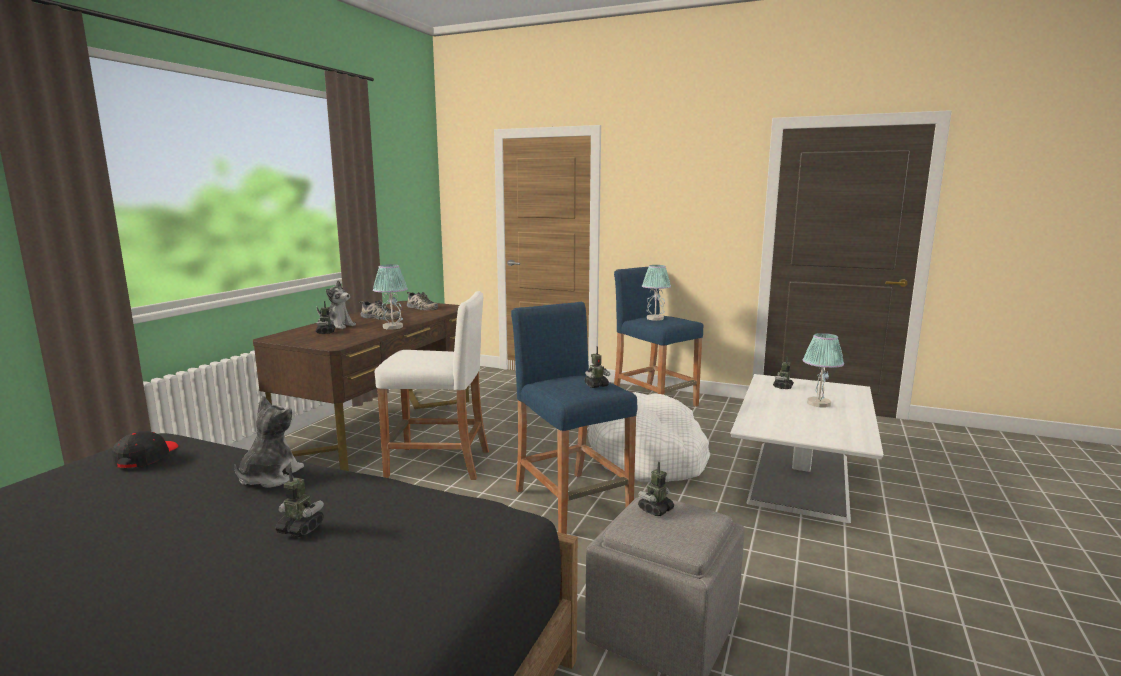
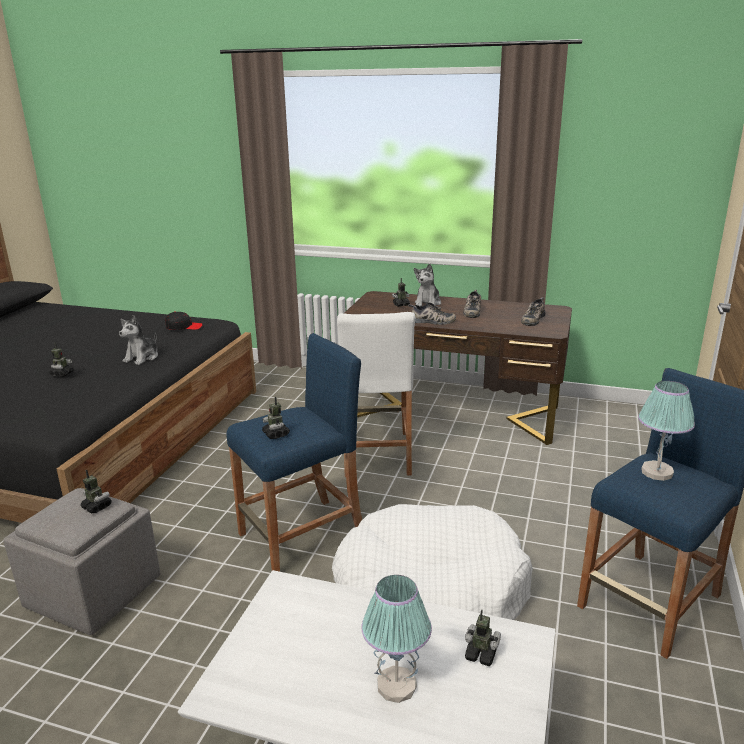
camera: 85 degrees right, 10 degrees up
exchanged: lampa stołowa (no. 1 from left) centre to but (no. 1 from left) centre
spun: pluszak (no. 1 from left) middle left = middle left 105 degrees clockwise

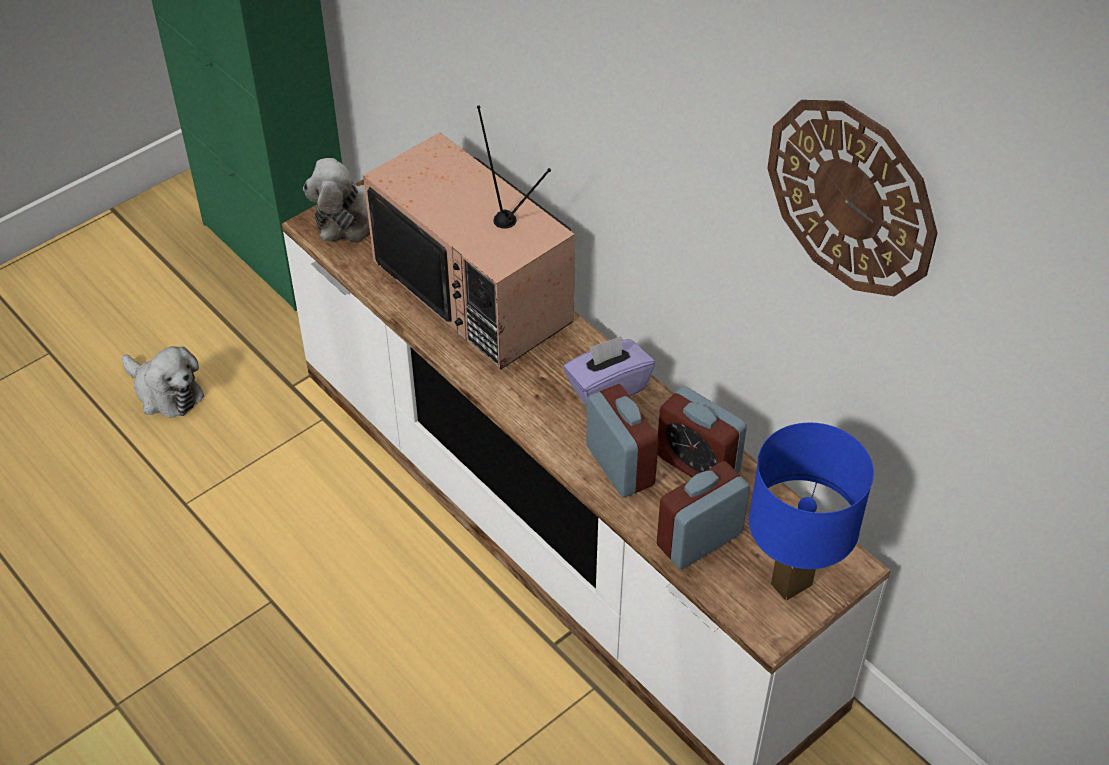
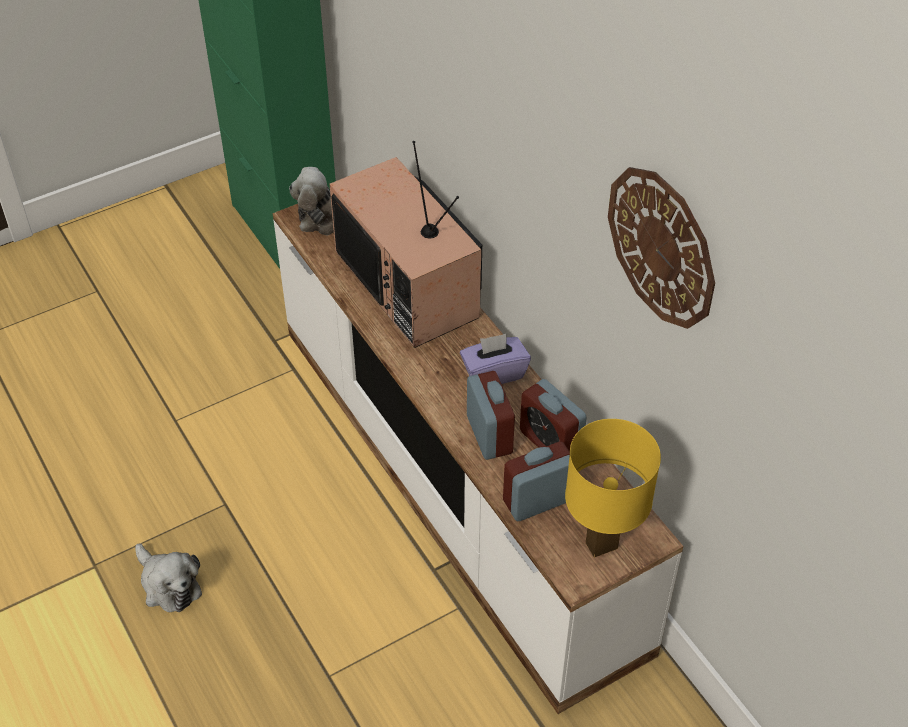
camera: 10 degrees right, 0 degrees up
relocated: pluszak (no. 1 from left) middle left to bottom left
colour: lampa stołowa (niebieski) bottom right to lampa stołowa (żółty) bottom right

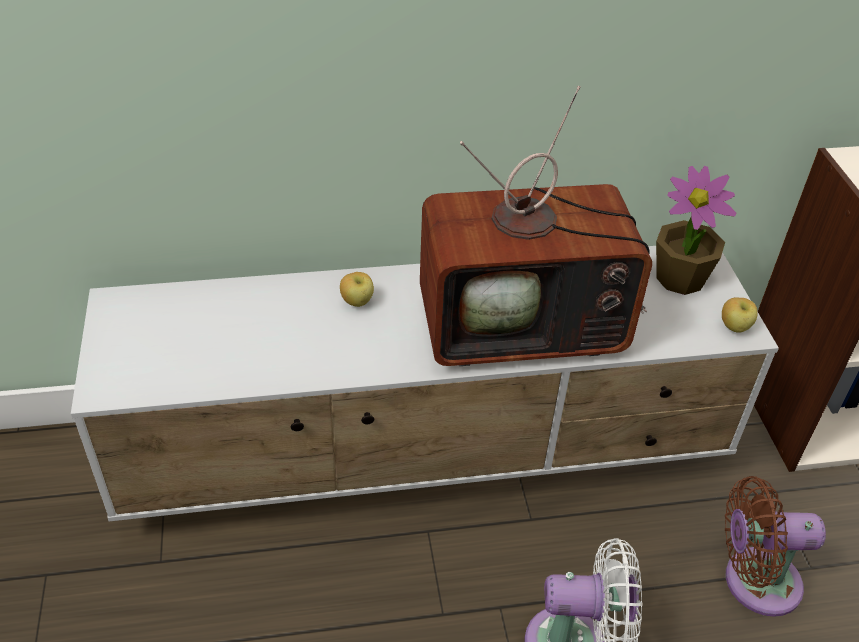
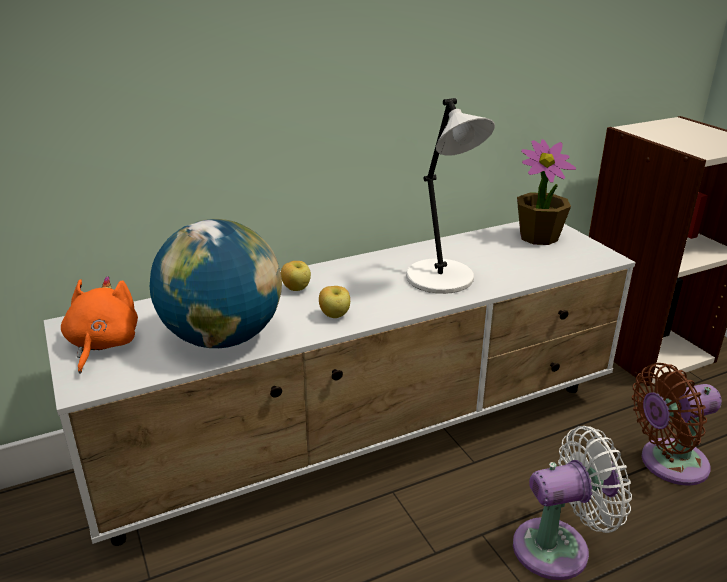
camera: 15 degrees left, 15 degrees down
appeared: globus middle left; pluszak (pomarańczowy) middle left
relocated: jabłko (no. 2 from left) middle right to centre
exchanged: telewizor centre to lampa stołowa (biały) centre

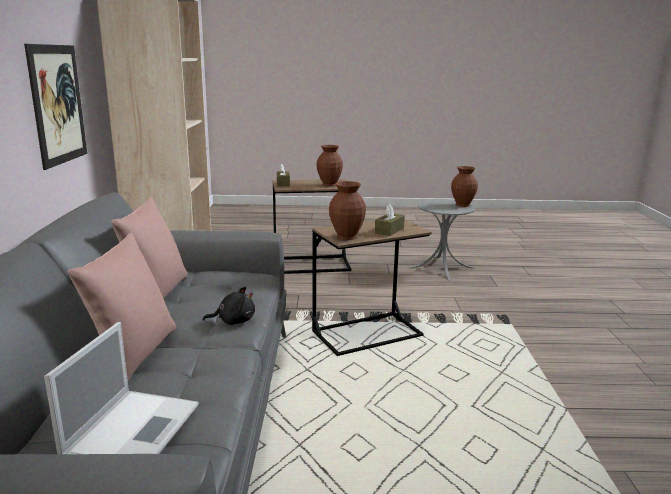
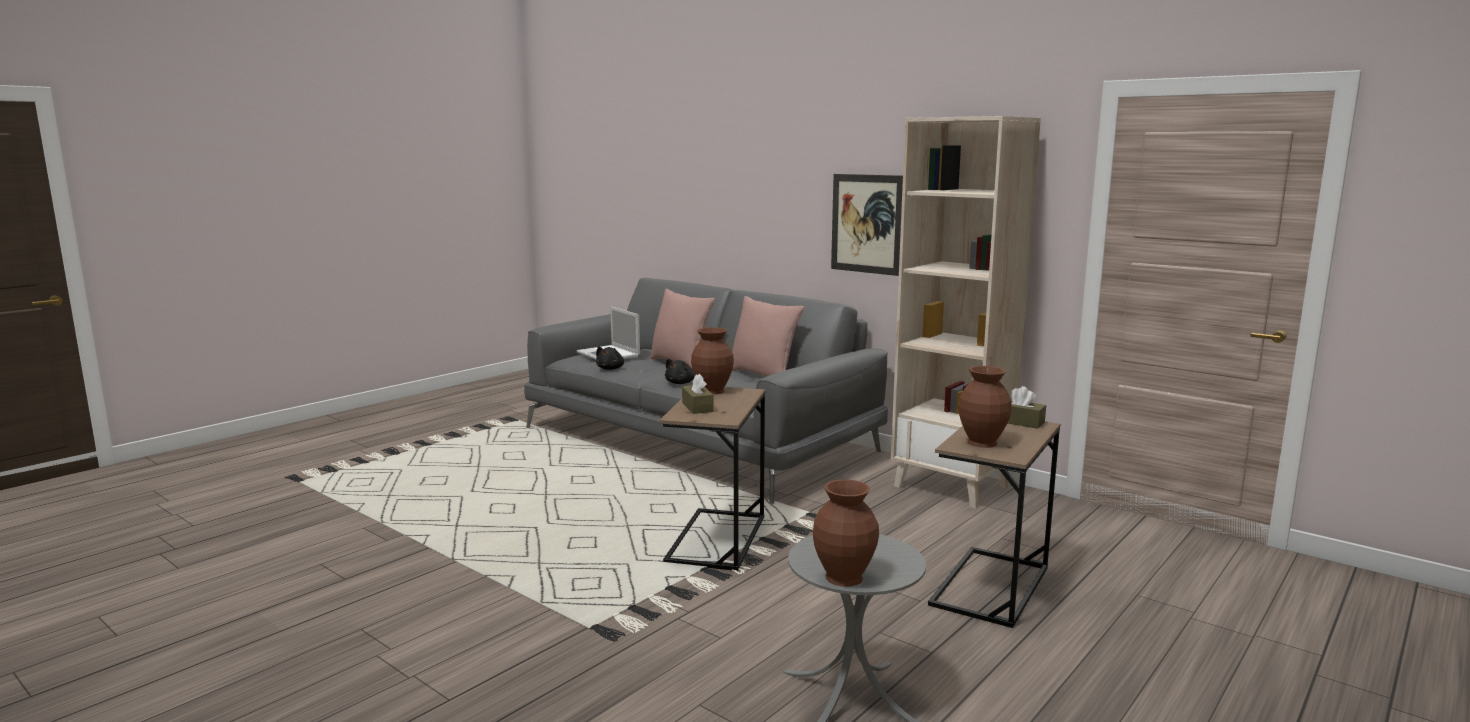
camera: 130 degrees right, 5 degrees down
appeared: pluszak (czarny) (no. 1 from left) centre

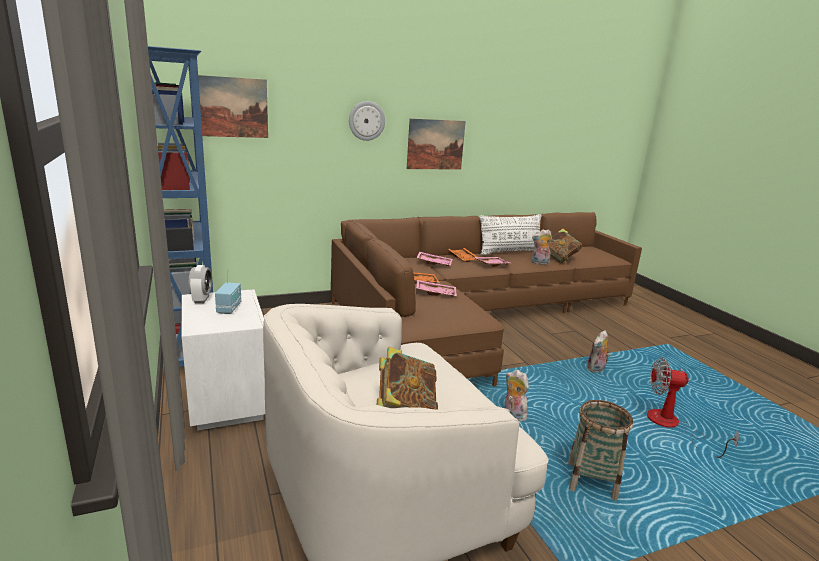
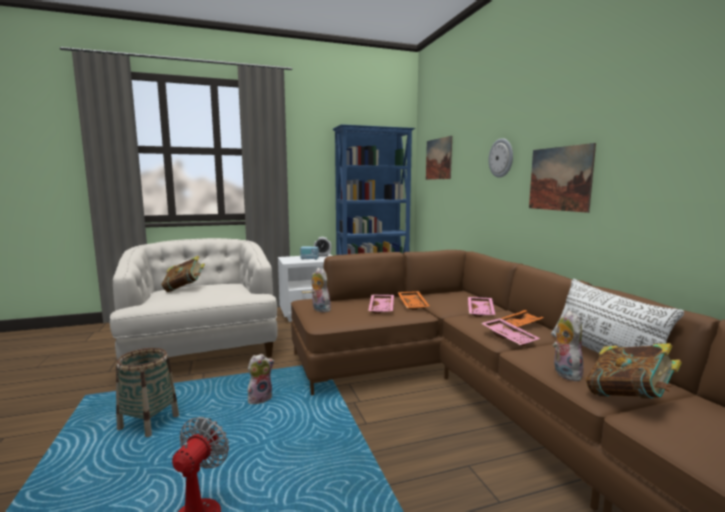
camera: 95 degrees right, 10 degrees down
relocated: pluszak (no. 3 from left in the first image) middle right to pluszak (no. 2 from left) centre

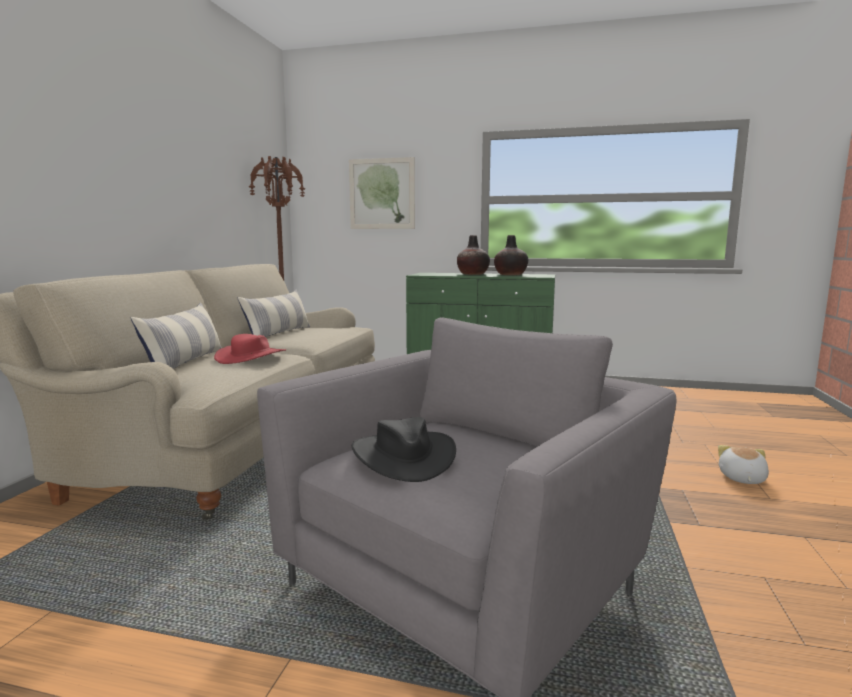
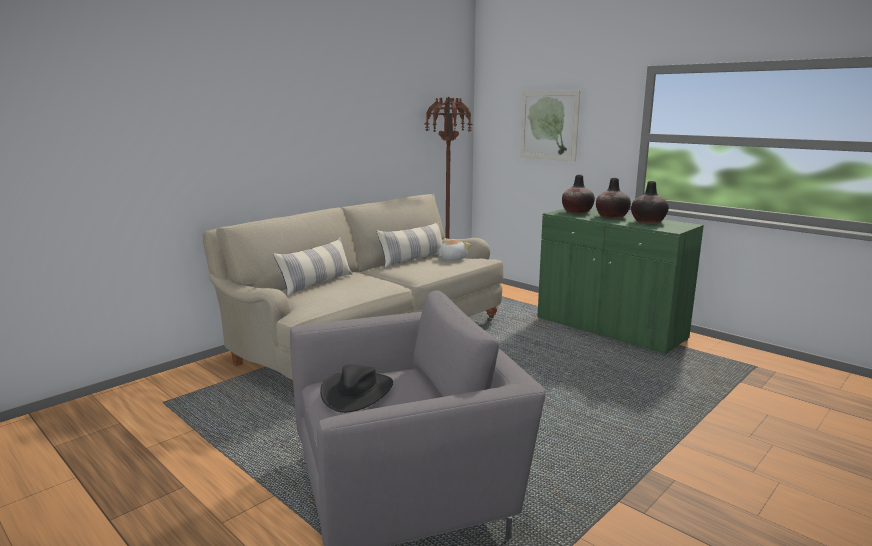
camera: 30 degrees right, 5 degrees up
missing: kapelusz (czerwony) middle left
appeared: wazon (no. 1 from left) centre
relocated: pluszak middle right to centre

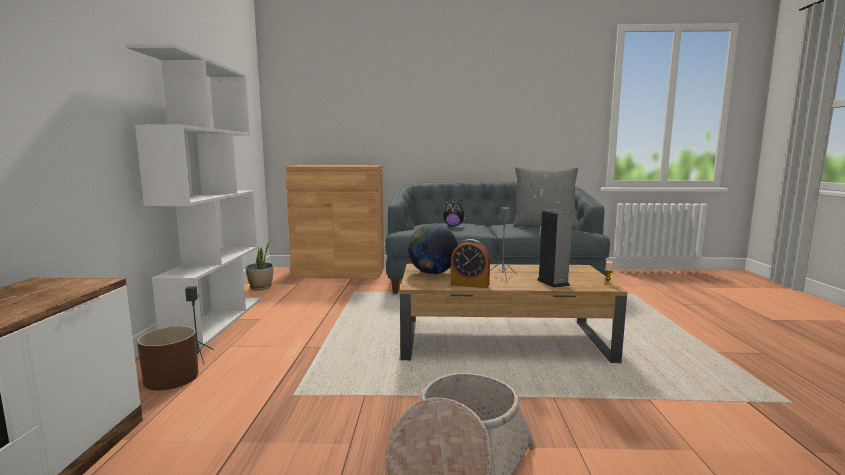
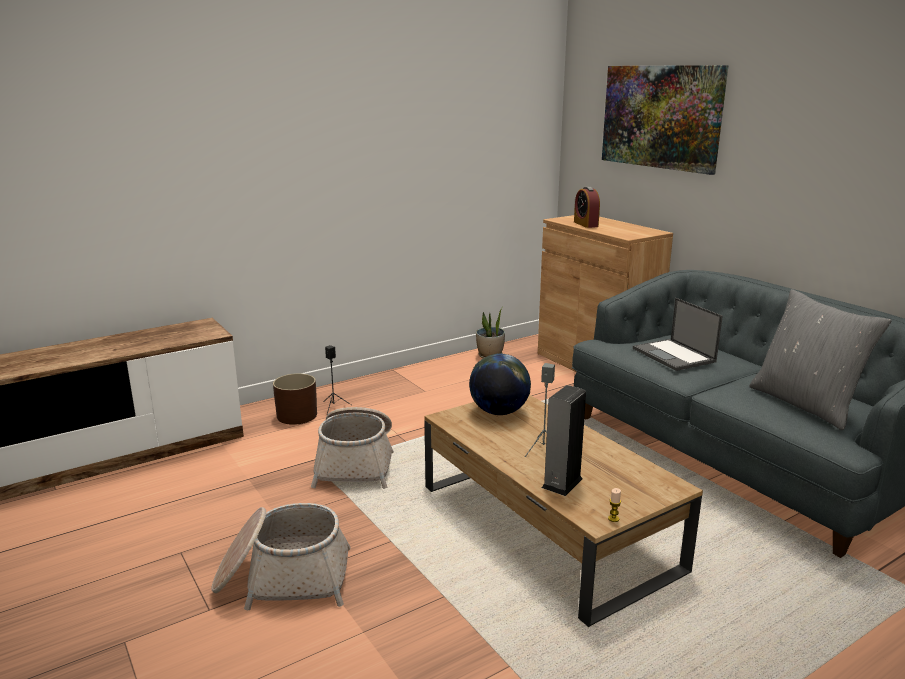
camera: 55 degrees right, 10 degrees up
missing: regał (biały) middle left
appeared: obraz top right; koszyk (no. 2 from left) centre
relocated: budzik centre to top centre
exchanged: pluszak centre to laptop middle right

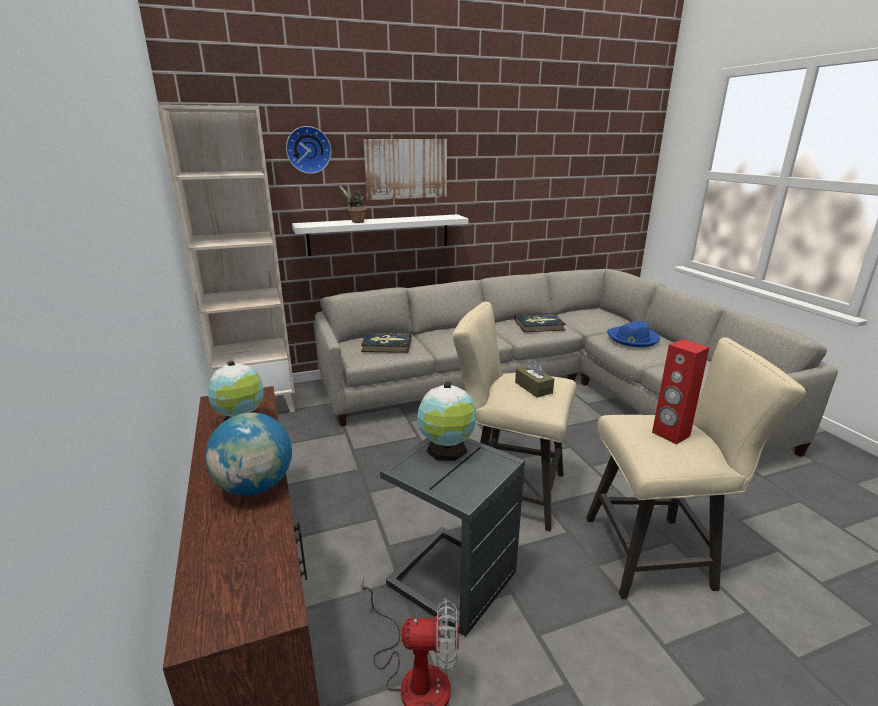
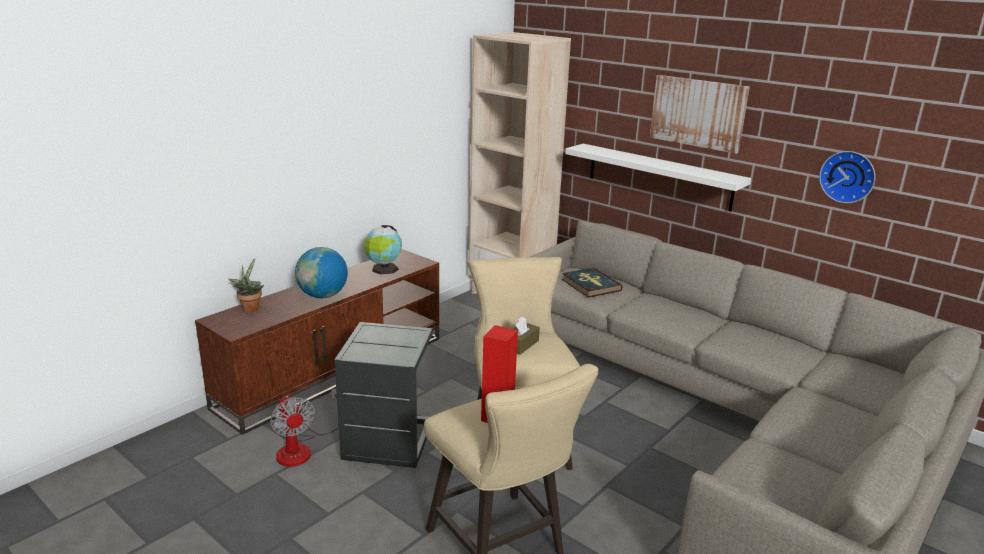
camera: 60 degrees right, 0 degrees up
missing: książka (no. 2 from left) centre; kapelusz (niebieski) middle right; globus (no. 3 from left) centre
relocated: zegar ścienny top centre to top right; roślina doniczkowa top centre to middle left

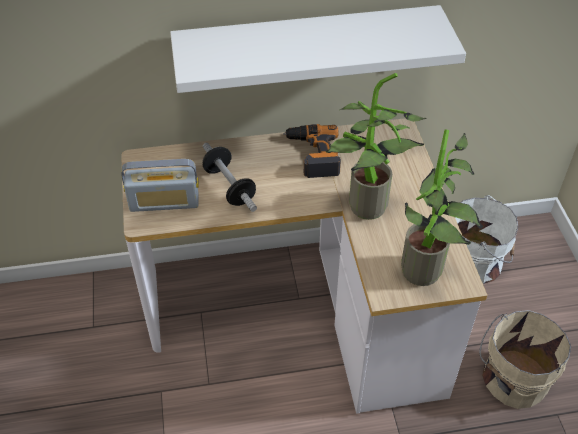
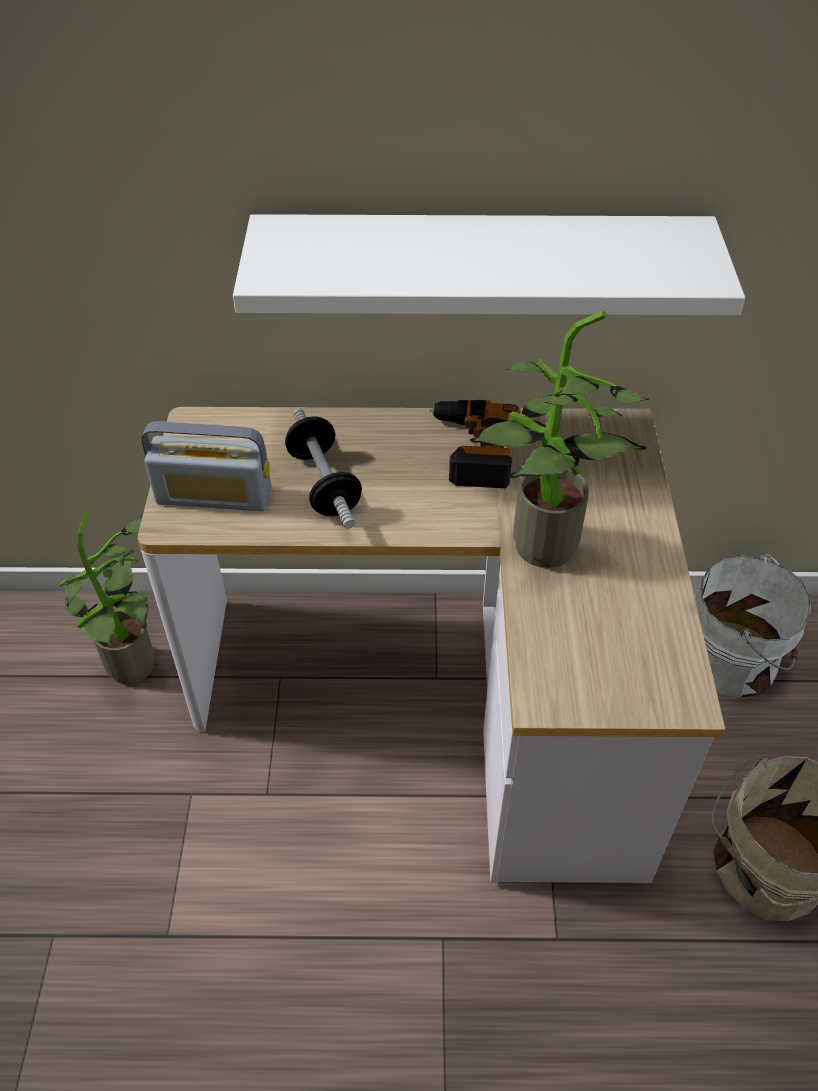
camera: 10 degrees right, 0 degrees up
relocated: roślina doniczkowa (no. 2 from left in the first image) middle right to roślina doniczkowa (no. 1 from left) middle left

